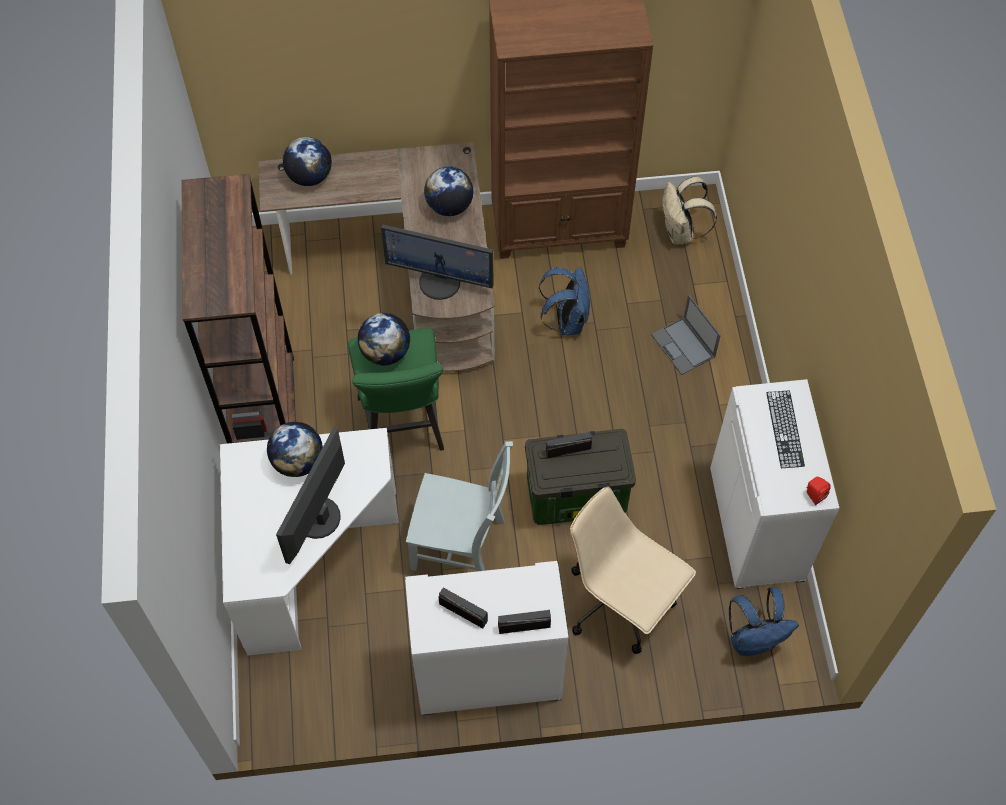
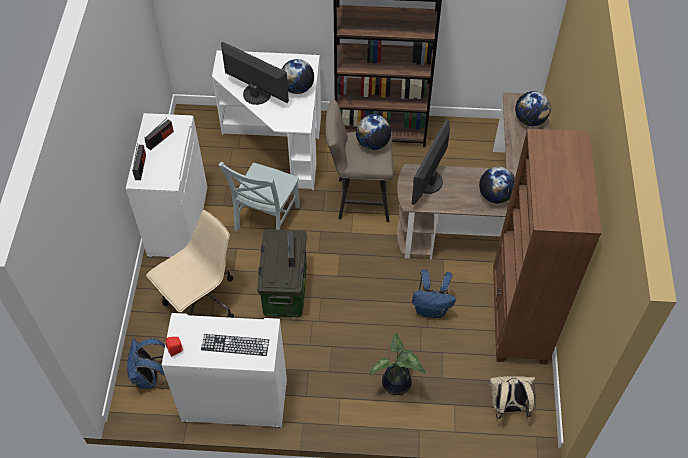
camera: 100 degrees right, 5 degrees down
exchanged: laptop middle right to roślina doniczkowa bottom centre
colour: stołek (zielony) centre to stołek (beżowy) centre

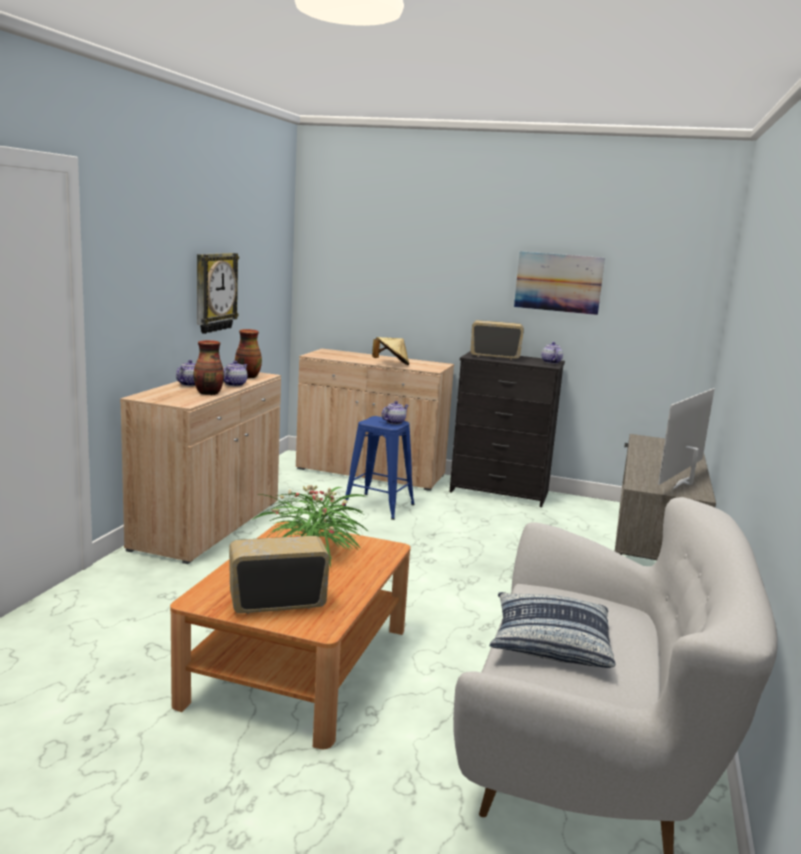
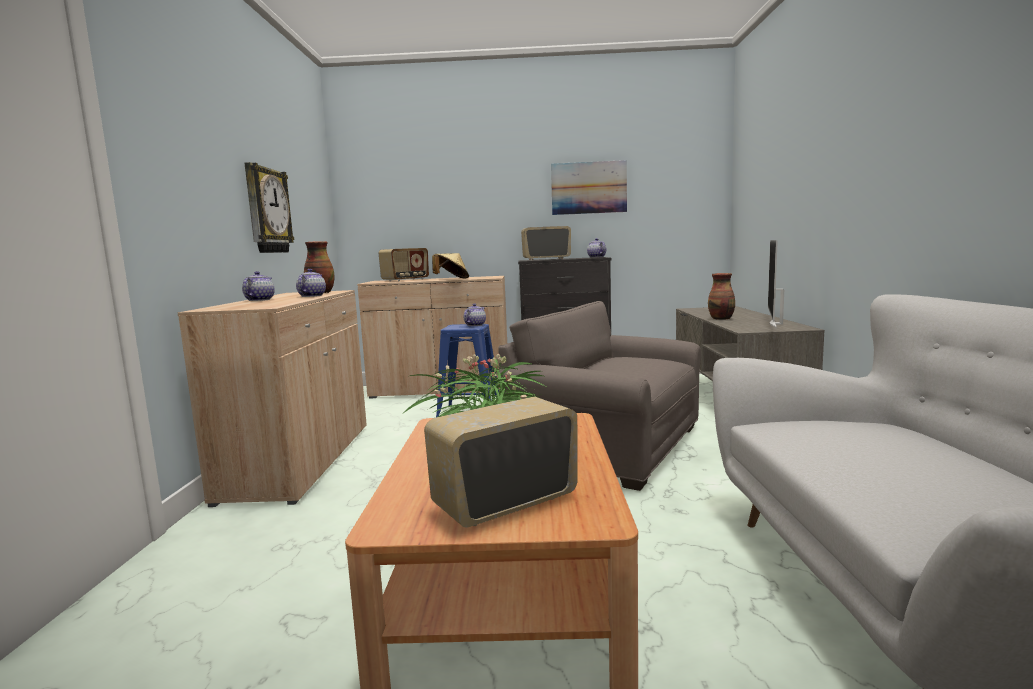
camera: 15 degrees left, 5 degrees down
missing: poduszka bottom right
appeared: radio (no. 1 from left) centre; fotel (szary) centre
relocated: wazon (no. 1 from left in the first image) middle left to wazon (no. 2 from left) middle right

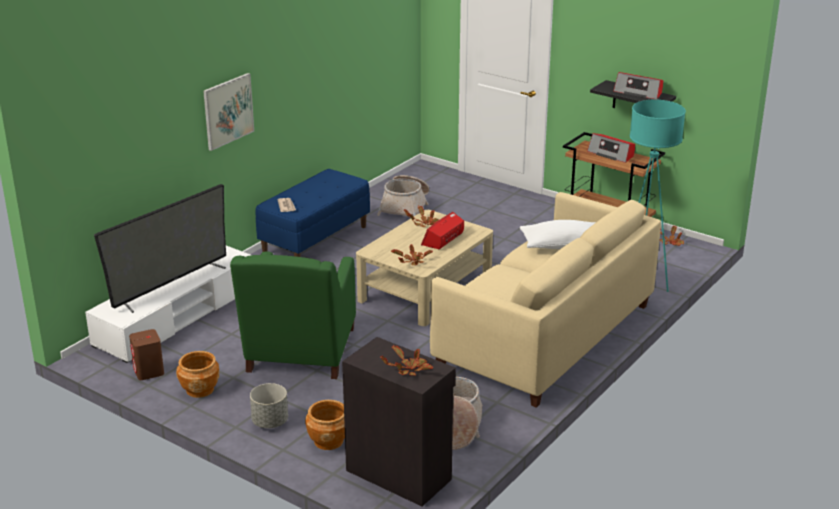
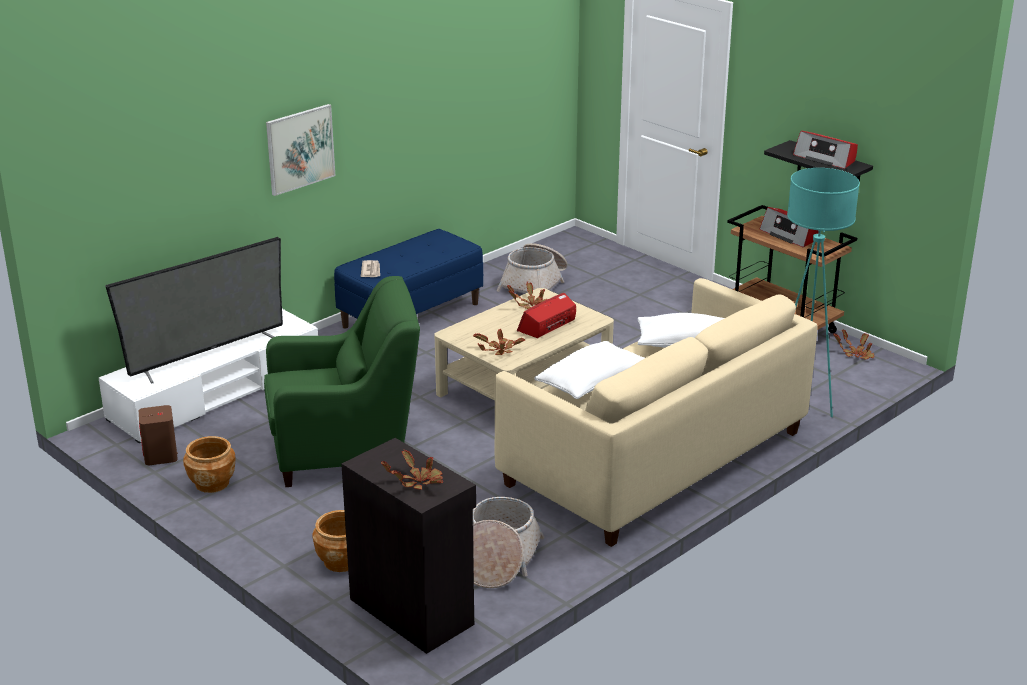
camera: 10 degrees right, 0 degrees up
missing: donica (szary) bottom left
appeared: poduszka (biały) (no. 1 from left) centre
spun: fotel (zielony) centre = middle left 120 degrees counterclockwise

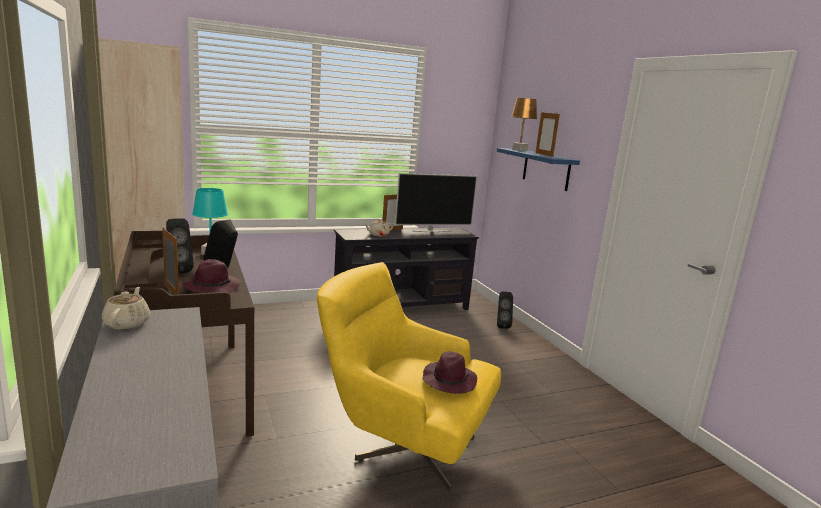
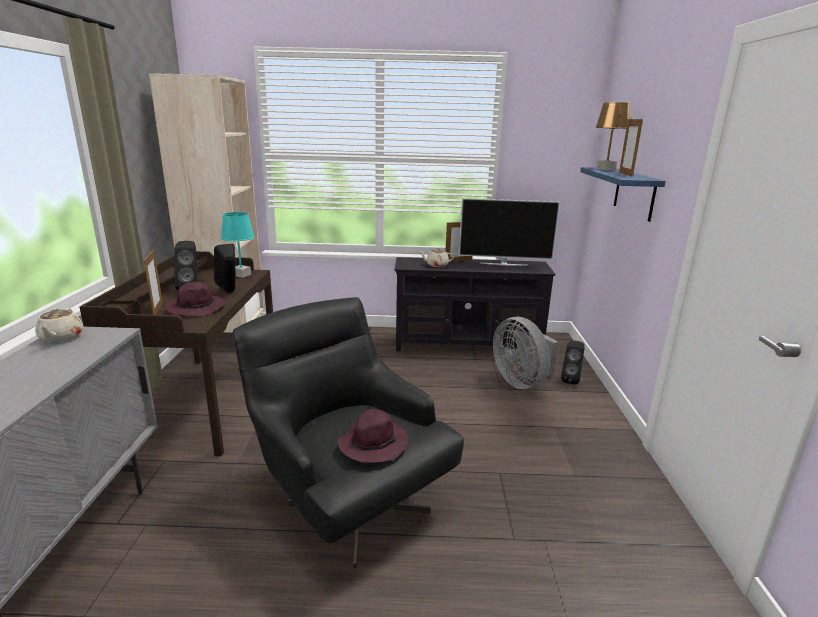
camera: 25 degrees right, 5 degrees up
appeared: wentylator (szary) centre
colour: fotel (żółty) bottom centre to fotel (czarny) bottom centre
spun: imbryk (beżowy) (no. 1 from left) middle left = middle left 150 degrees clockwise

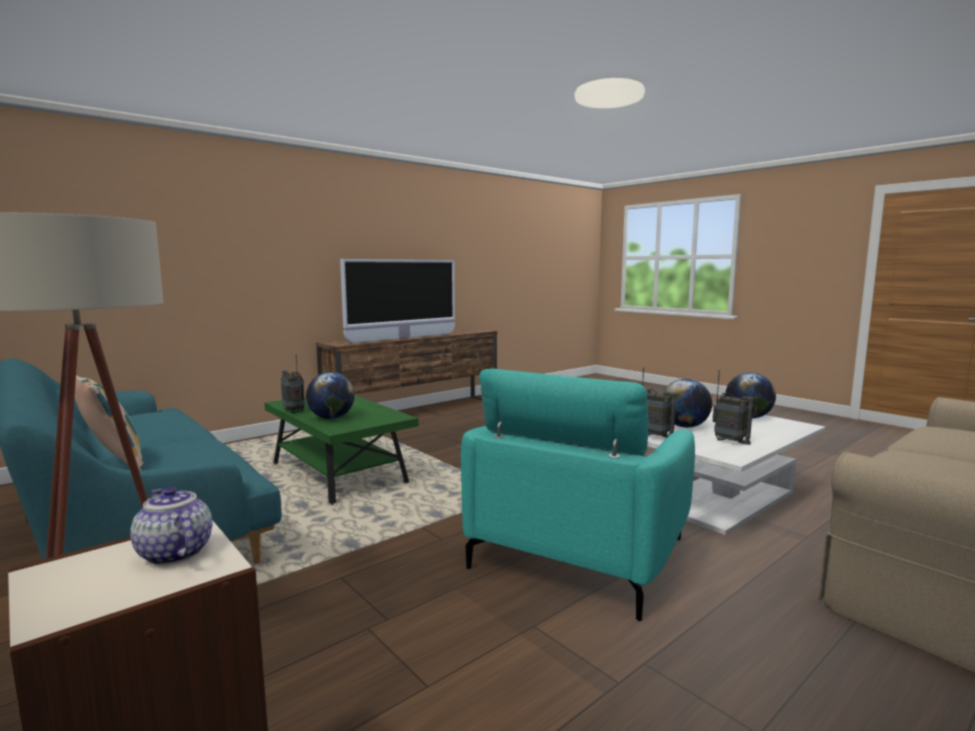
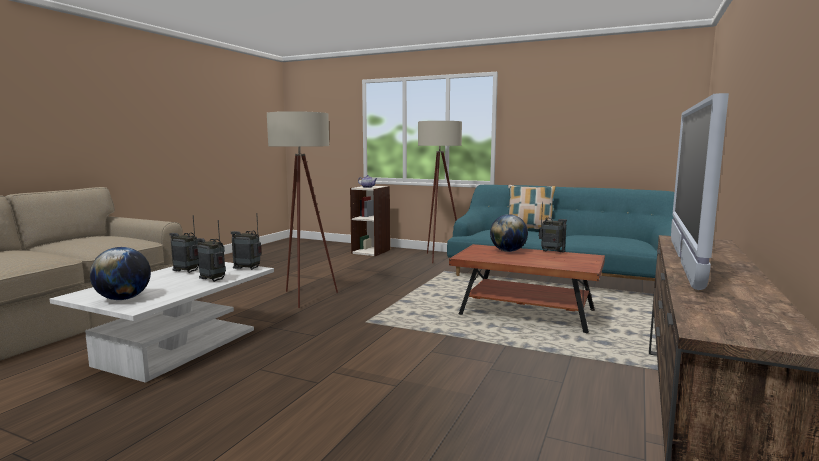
camera: 155 degrees right, 0 degrees up
exchanged: fotel (turkusowy) bottom centre to lampa stojąca (beżowy) (no. 1 from left) centre; globus (no. 2 from left) middle right to radio (no. 2 from left) middle left
colour: ława (zielony) centre to ława (brązowy) centre

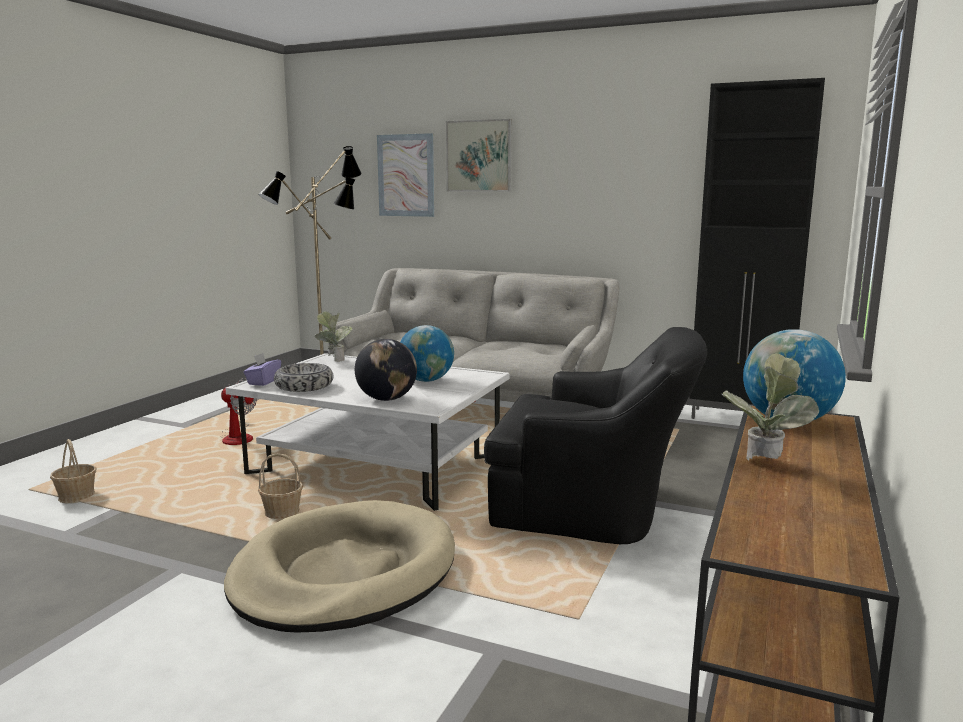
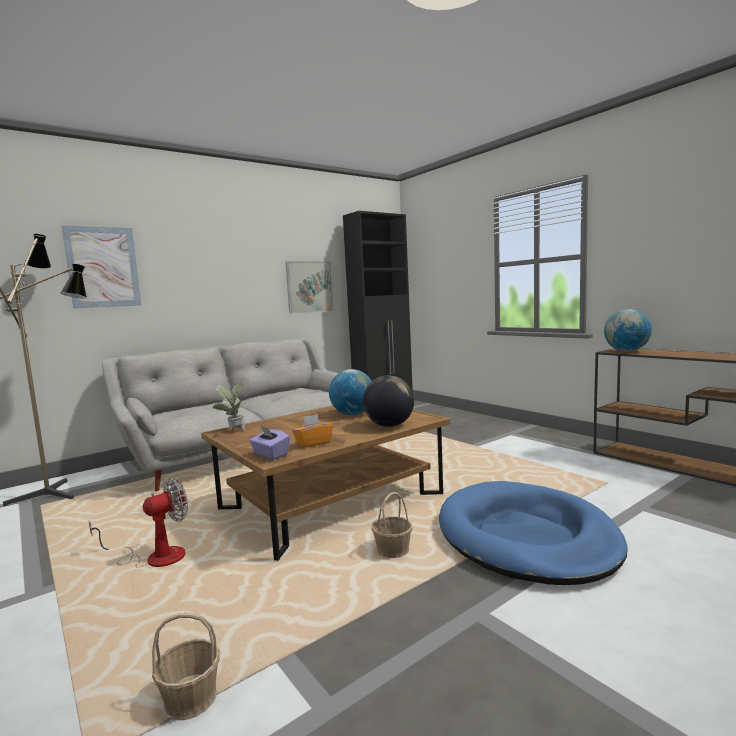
camera: 60 degrees left, 5 degrees down
missing: fotel (czarny) centre; roślina doniczkowa (no. 2 from left) middle right
relocated: obraz (no. 2 from left) top centre to centre
exchanged: miska middle left to pudełko chusteczek (pomarańczowy) centre
colour: ława (biały) centre to ława (brązowy) centre; legowisko (beżowy) bottom centre to legowisko (niebieski) bottom right

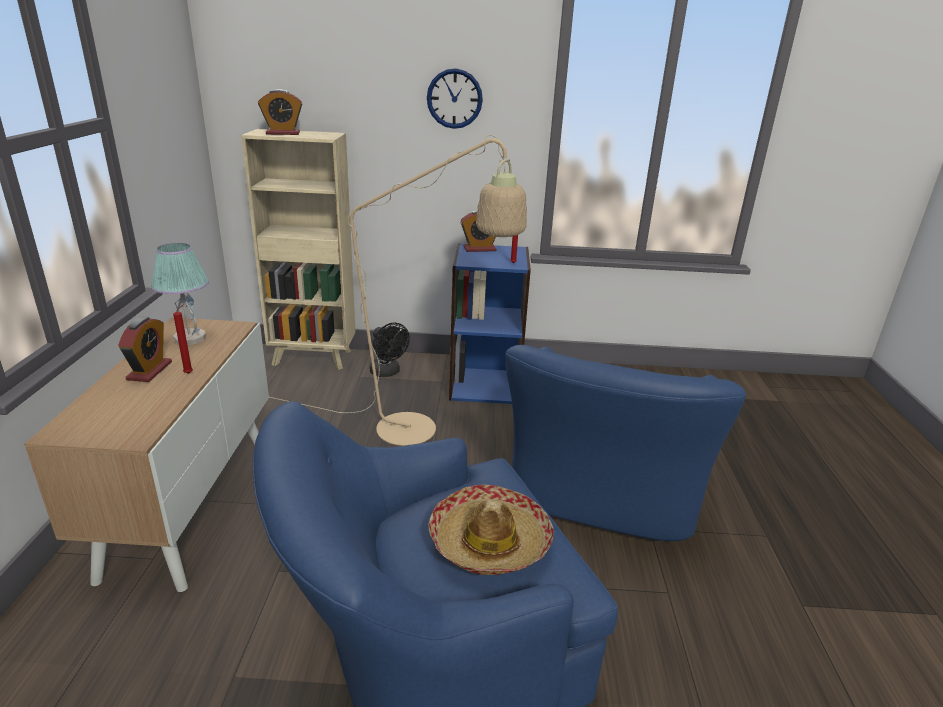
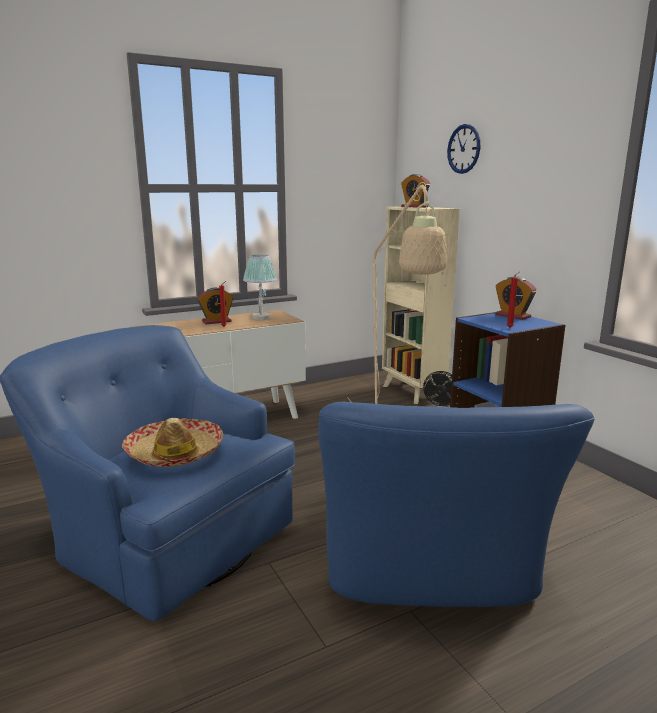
camera: 60 degrees right, 10 degrees down
relocated: zegar ścienny top centre to top right
spun: fotel (niebieski) (no. 2 from left) centre = bottom right 75 degrees counterclockwise

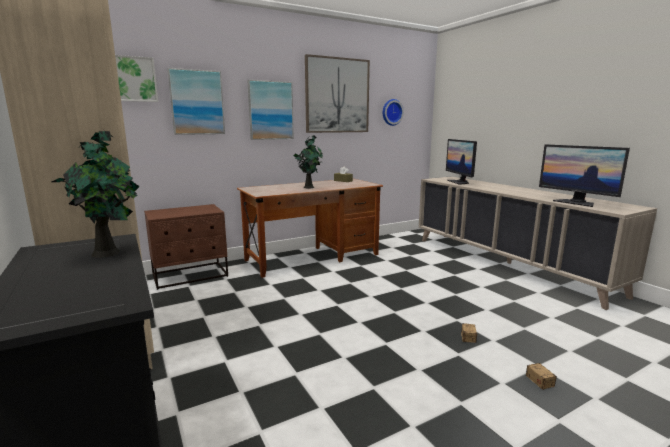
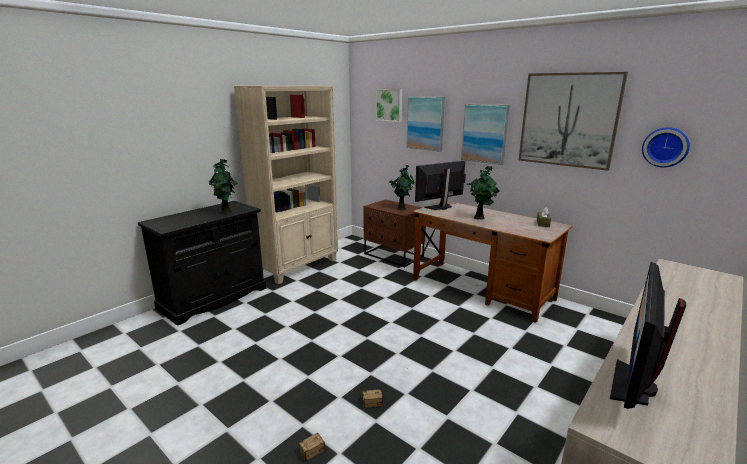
camera: 70 degrees right, 5 degrees up
appeared: roślina doniczkowa (no. 2 from left) centre
relocated: monitor (no. 1 from left) middle right to centre

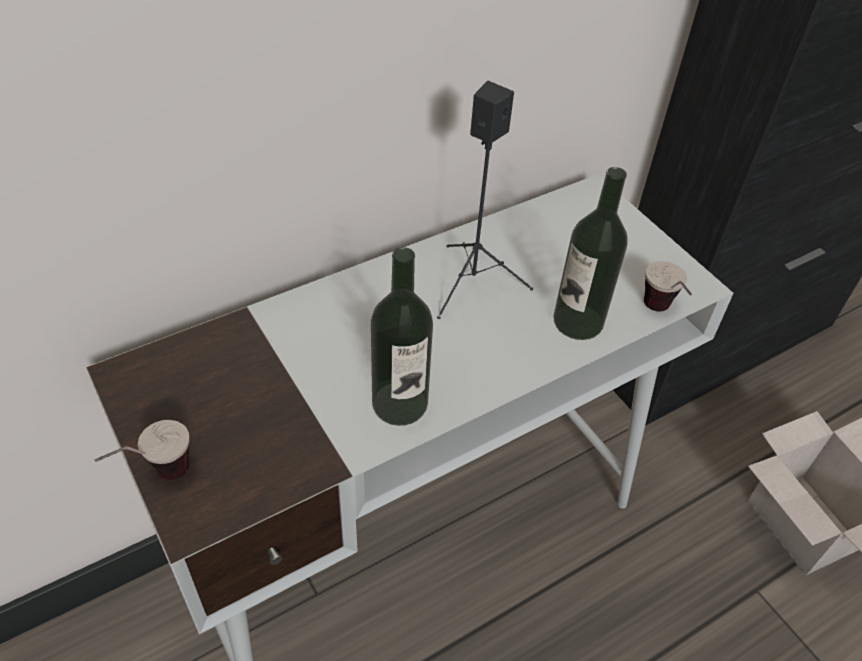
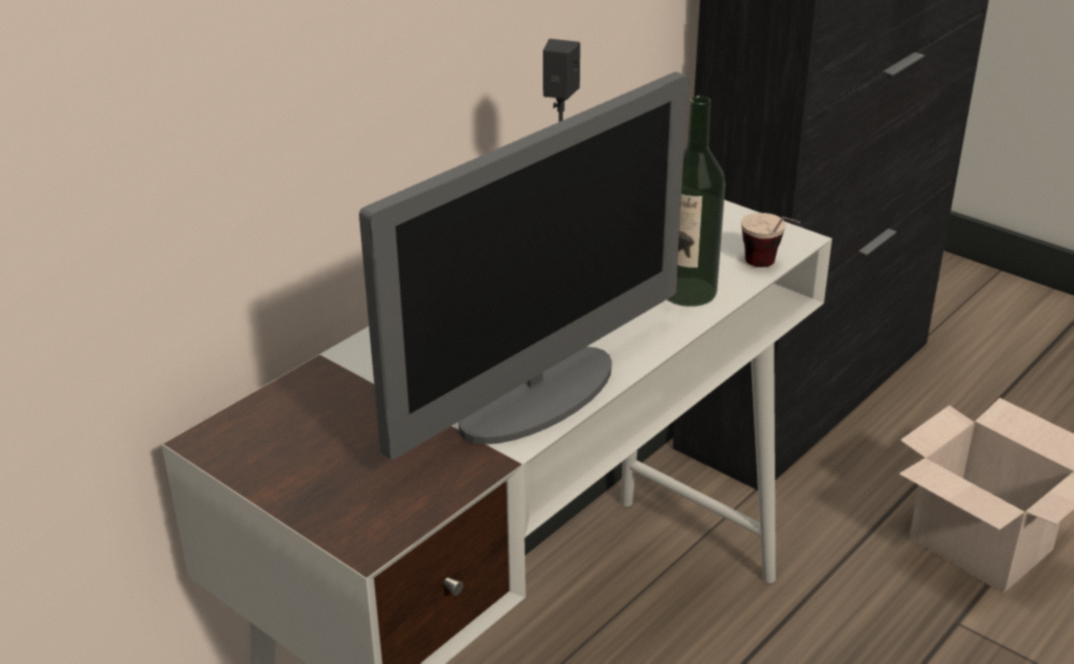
camera: 15 degrees left, 15 degrees down
missing: filiżanka (no. 1 from left) bottom left
exchanged: butelka (no. 1 from left) centre to monitor centre

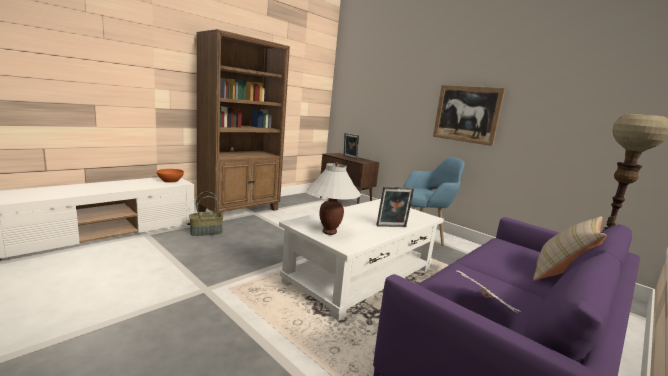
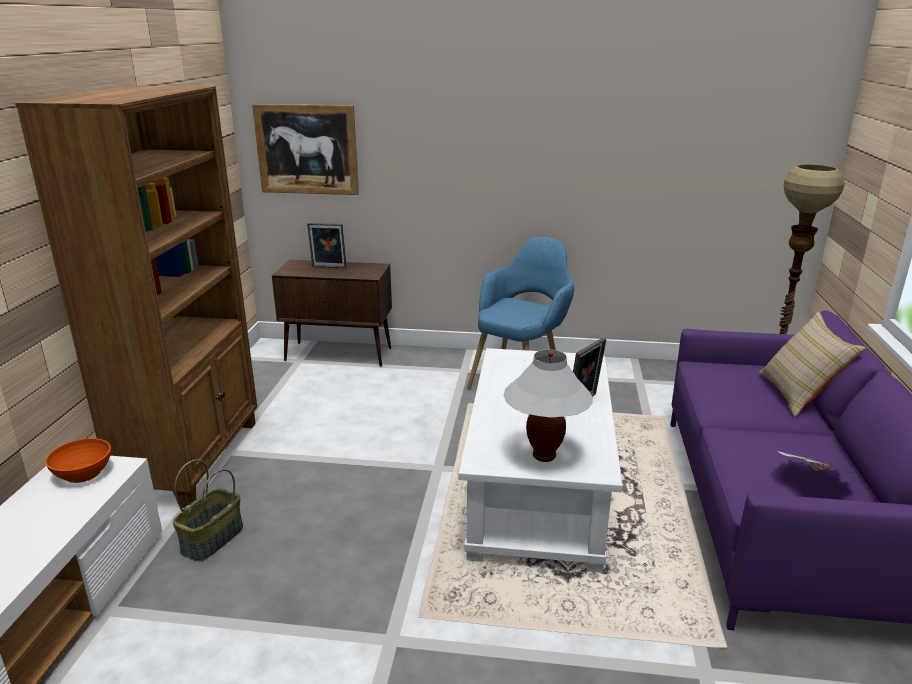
camera: 35 degrees left, 10 degrees up
relocated: obraz top right to top centre

